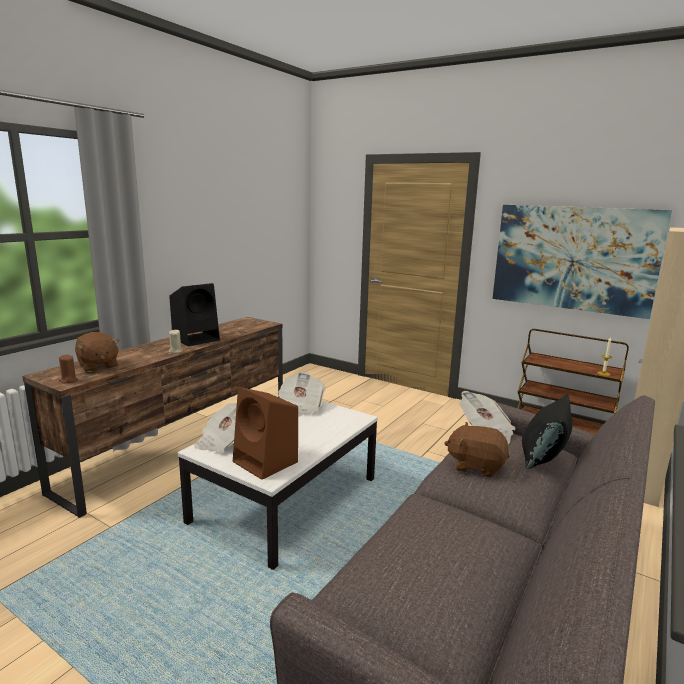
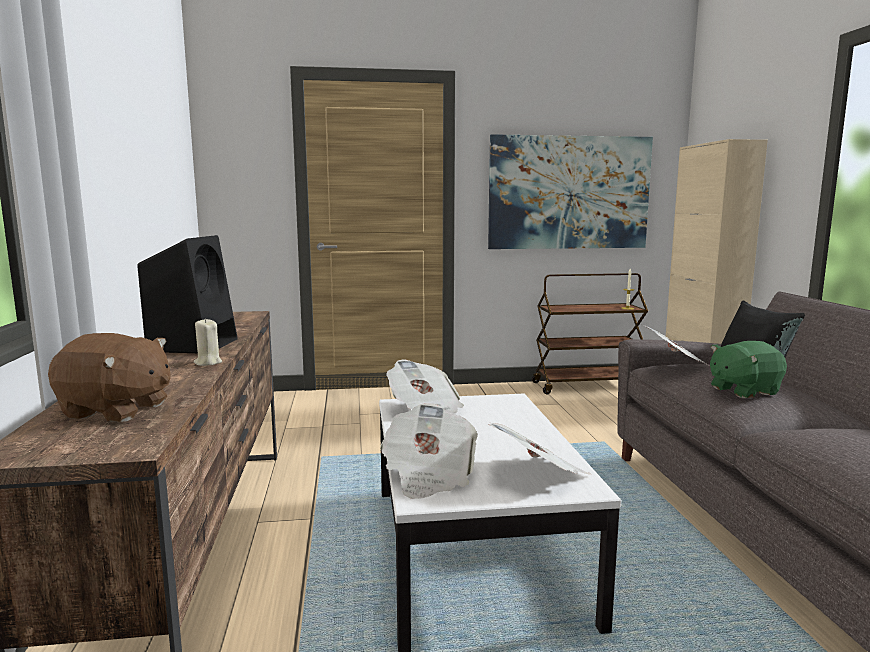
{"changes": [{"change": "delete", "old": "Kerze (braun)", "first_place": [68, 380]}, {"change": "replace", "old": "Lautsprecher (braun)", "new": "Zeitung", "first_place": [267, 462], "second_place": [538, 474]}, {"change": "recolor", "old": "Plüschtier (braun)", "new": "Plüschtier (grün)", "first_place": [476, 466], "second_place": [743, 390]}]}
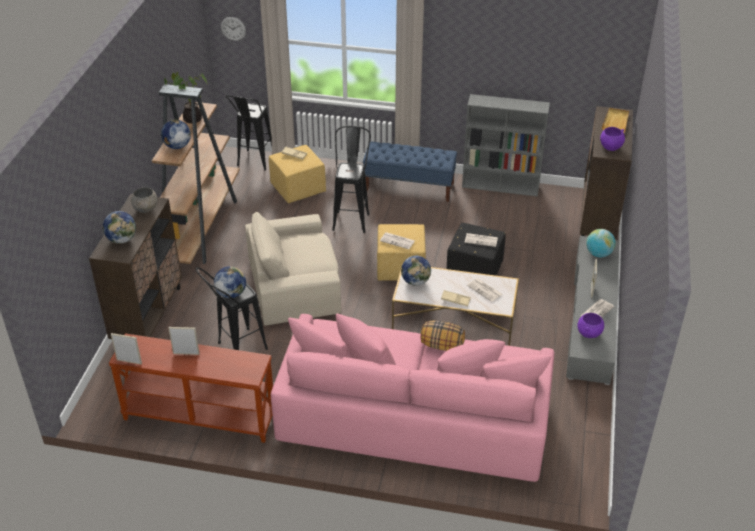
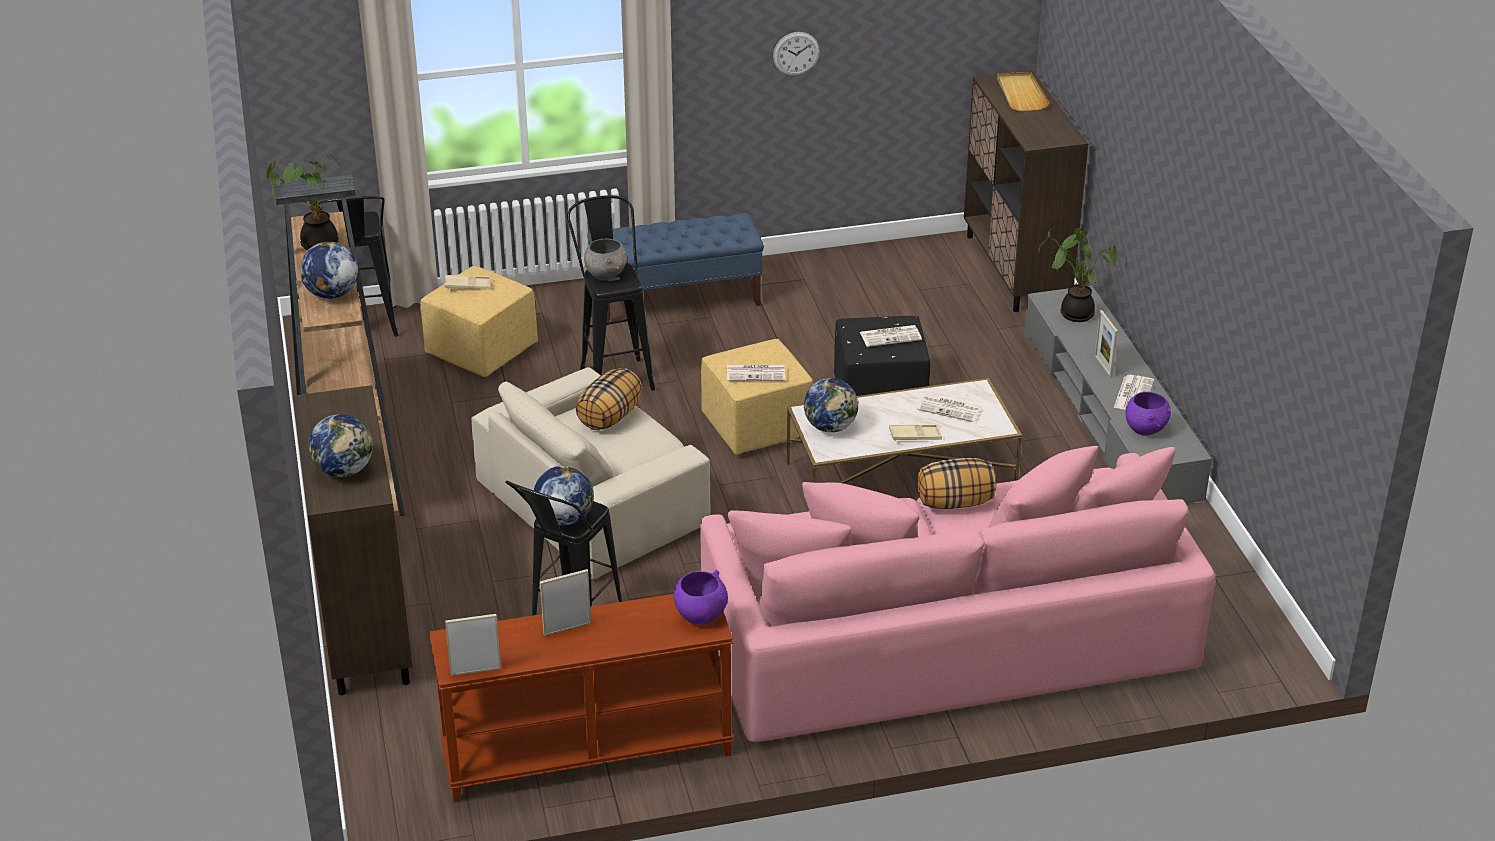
{"changes": [{"change": "move", "old": "Wanduhr", "first_place": [233, 28], "second_place": [796, 53]}, {"change": "delete", "old": "Bücherregal (grau)", "first_place": [501, 186]}, {"change": "move", "old": "Schüssel (lila)", "first_place": [610, 147], "second_place": [700, 615]}, {"change": "move", "old": "Schüssel (grau)", "first_place": [146, 209], "second_place": [606, 275]}, {"change": "replace", "old": "Globus", "new": "Topfpflanze", "first_place": [598, 254], "second_place": [1076, 312]}, {"change": "insert", "new": "Kissen", "second_place": [610, 417]}]}
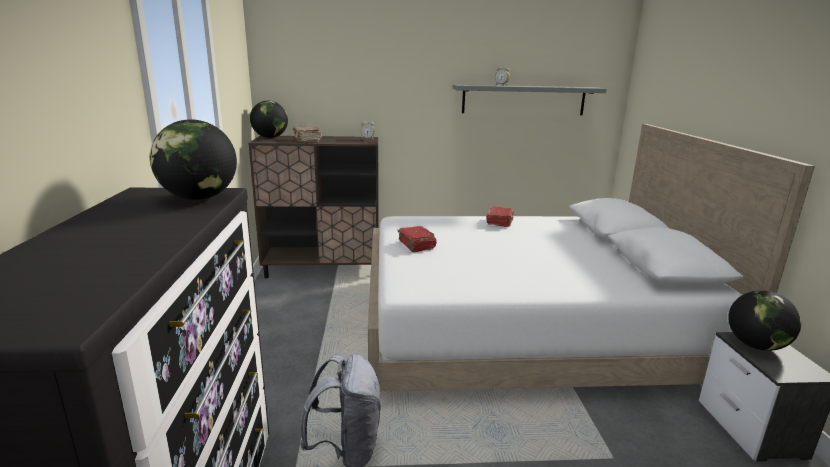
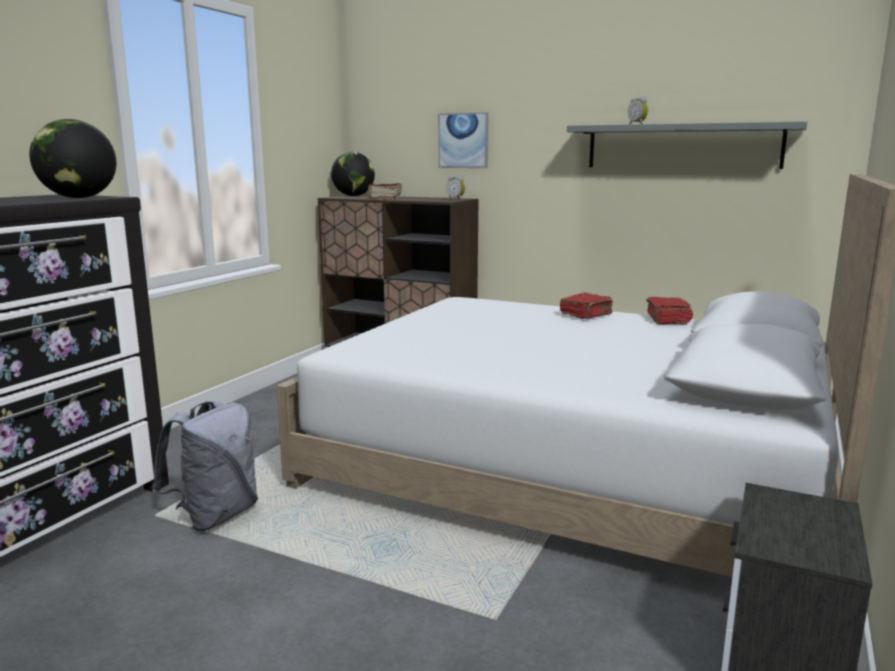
{"changes": [{"change": "move", "old": "Buch (rot)", "first_place": [416, 245], "second_place": [667, 319]}, {"change": "delete", "old": "Globus", "first_place": [755, 345]}, {"change": "insert", "new": "Bild", "second_place": [463, 140]}]}
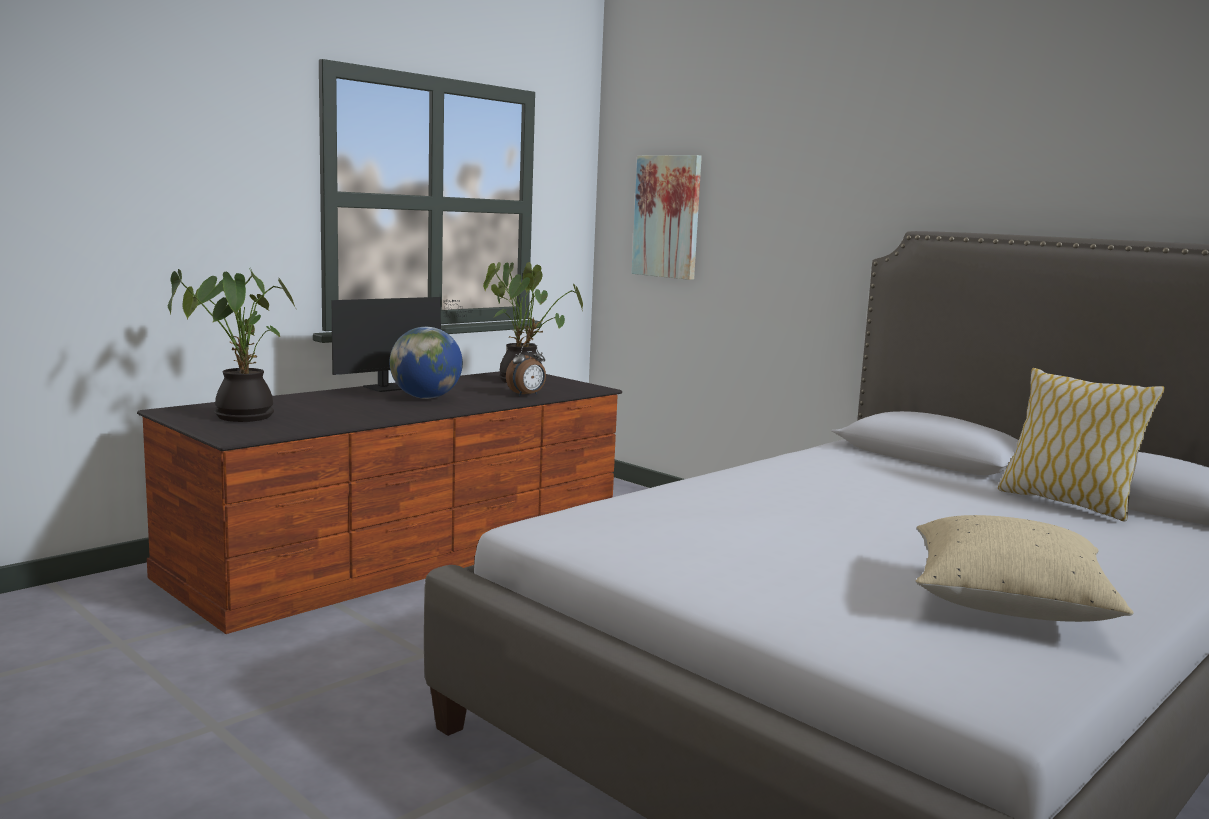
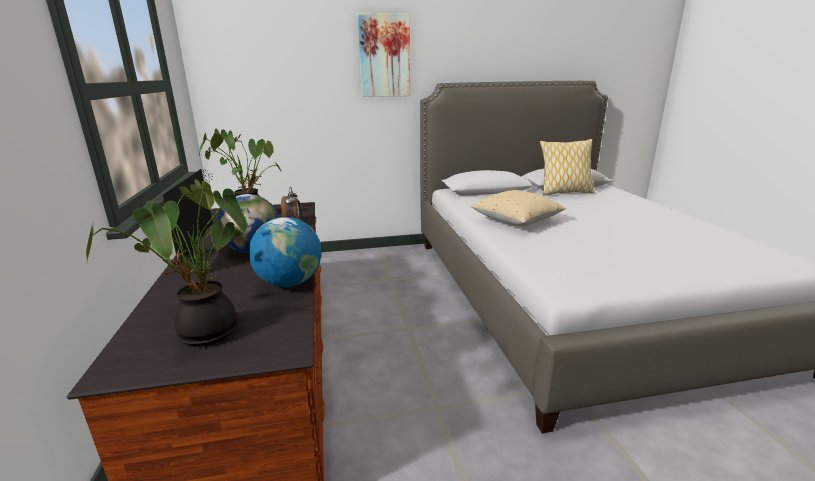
{"changes": [{"change": "move", "old": "Bild", "first_place": [667, 216], "second_place": [384, 56]}, {"change": "move", "old": "Kissen (beige)", "first_place": [1007, 604], "second_place": [516, 221]}, {"change": "insert", "new": "Globus", "second_place": [289, 283]}]}
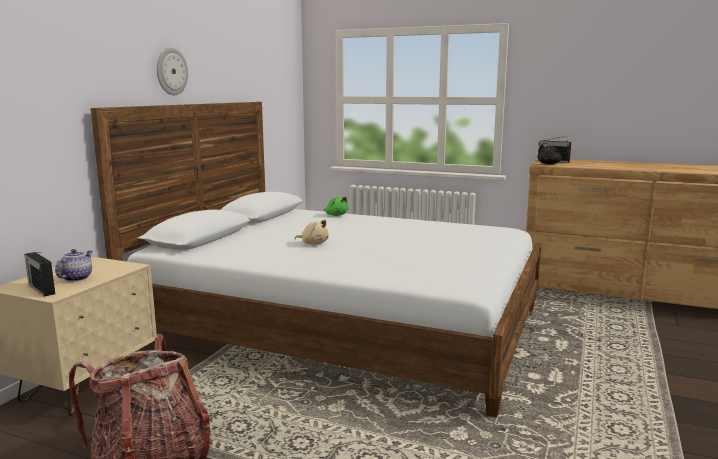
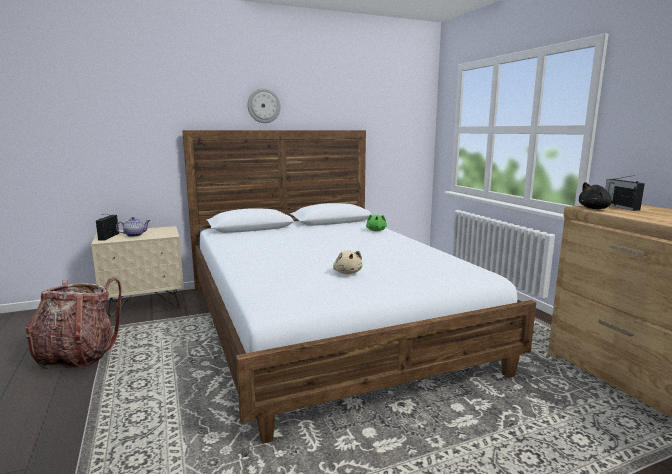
{"changes": [{"change": "move", "old": "Plüschtier (beige)", "first_place": [313, 243], "second_place": [347, 273]}]}
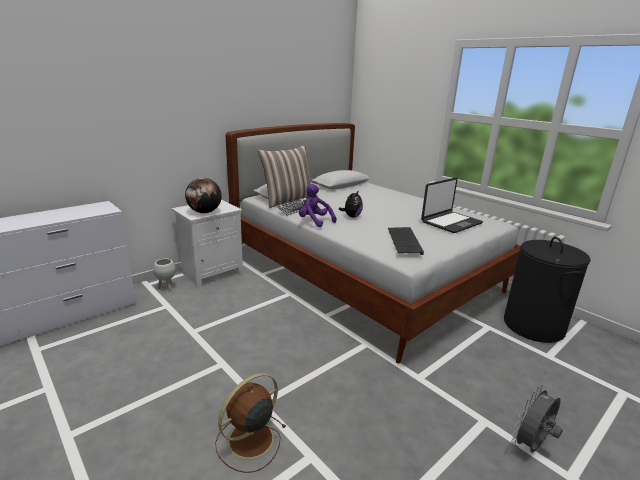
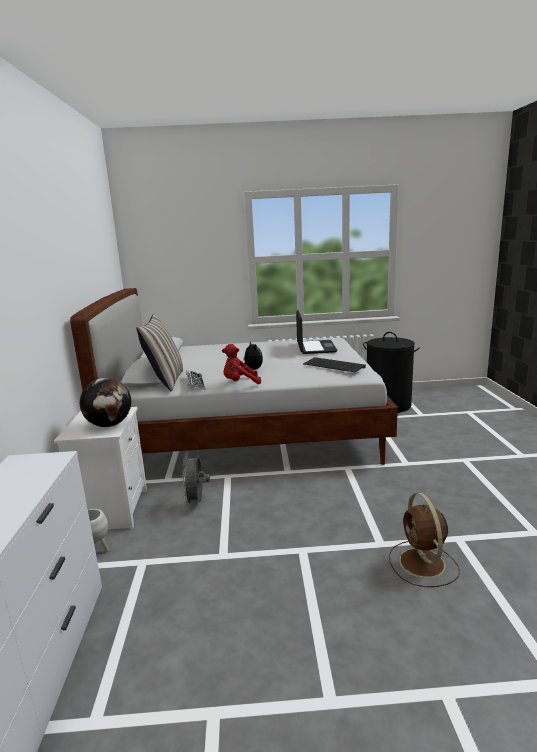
{"changes": [{"change": "recolor", "old": "Plüschtier (lila)", "new": "Plüschtier (rot)", "first_place": [314, 221], "second_place": [240, 383]}, {"change": "move", "old": "Ventilator (grau)", "first_place": [531, 446], "second_place": [196, 501]}]}
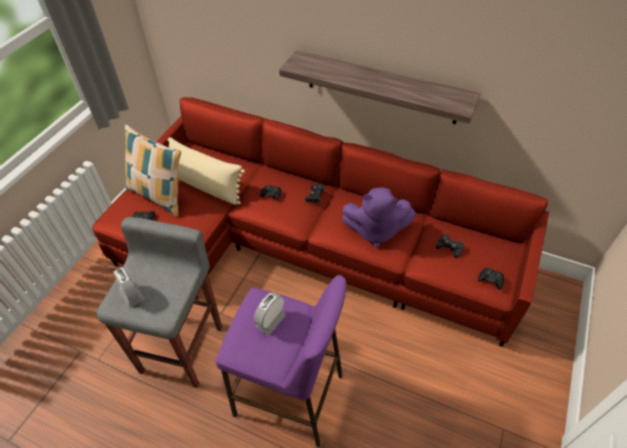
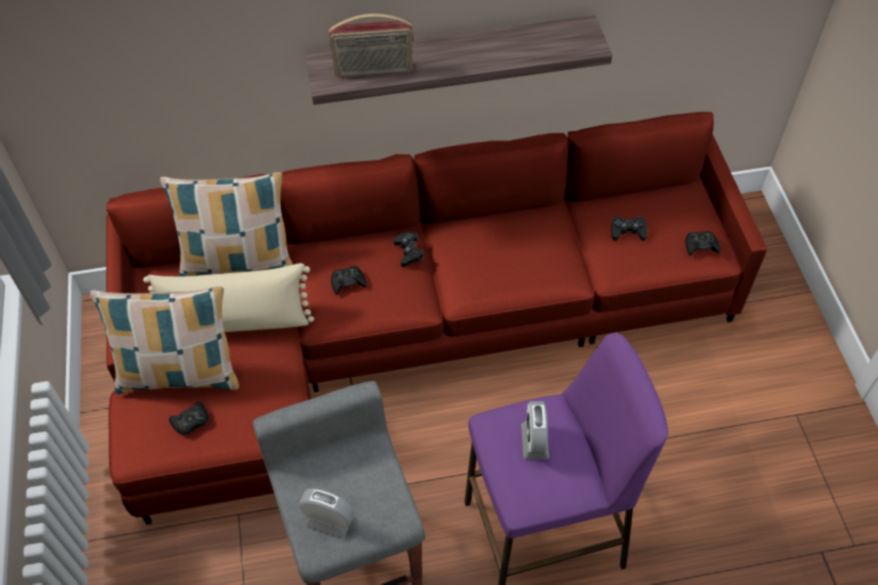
{"changes": [{"change": "delete", "old": "Plüschtier (lila)", "first_place": [375, 231]}, {"change": "insert", "new": "Radio", "second_place": [373, 70]}, {"change": "insert", "new": "Kissen", "second_place": [238, 262]}]}
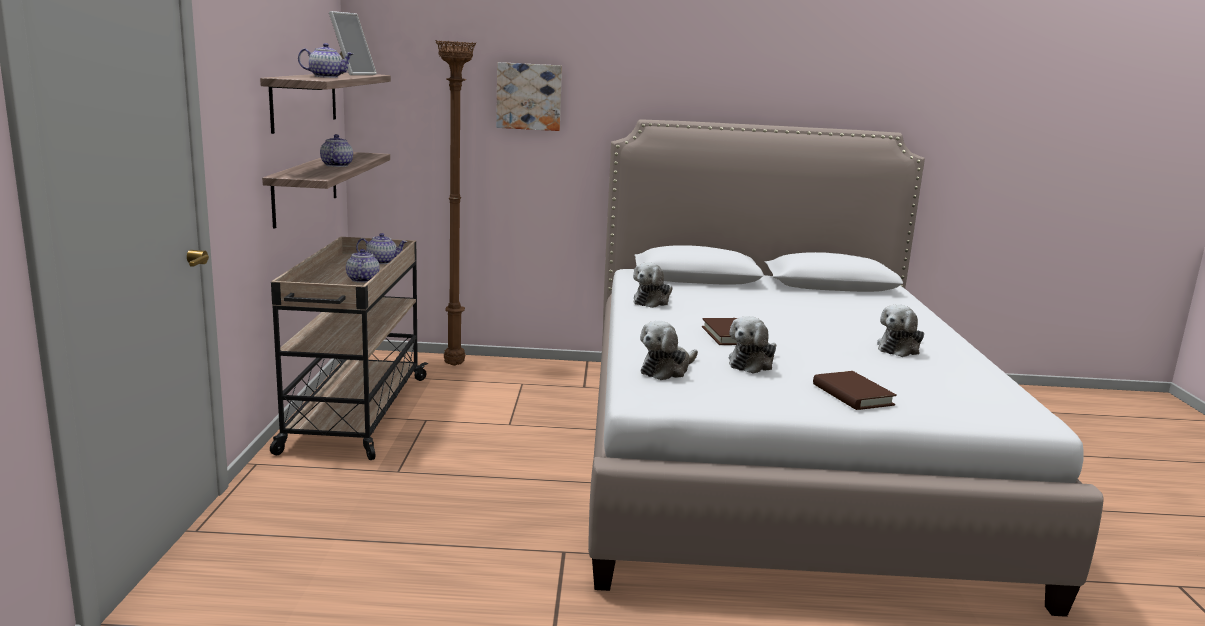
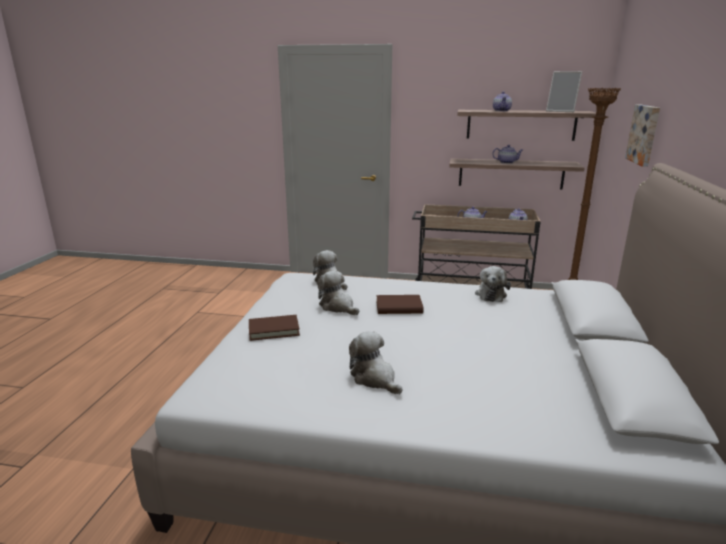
{"changes": [{"change": "rotate", "old": "Plüschtier", "first_place": [652, 301], "second_place": [491, 294], "degrees": -120}]}
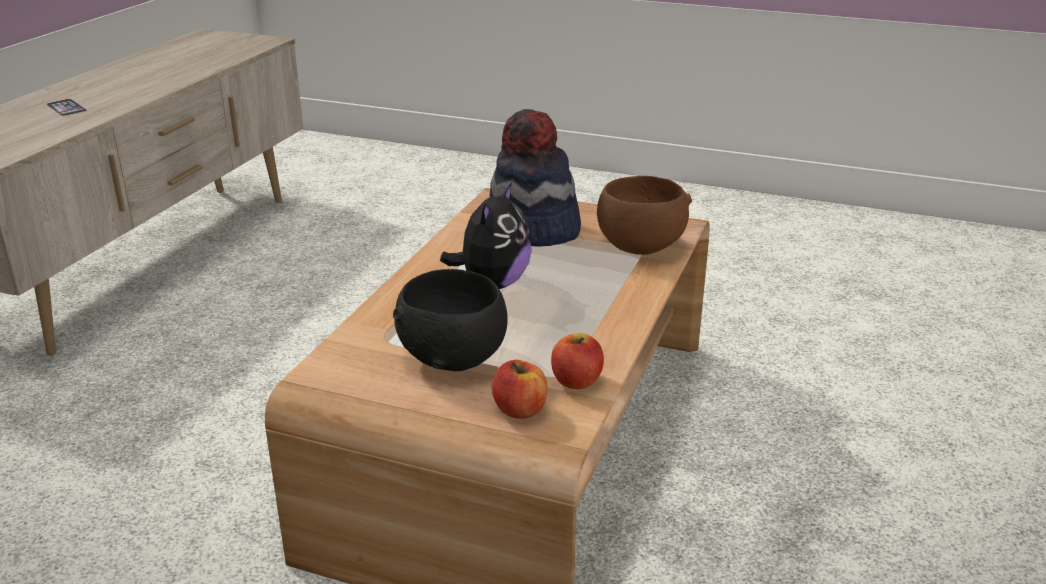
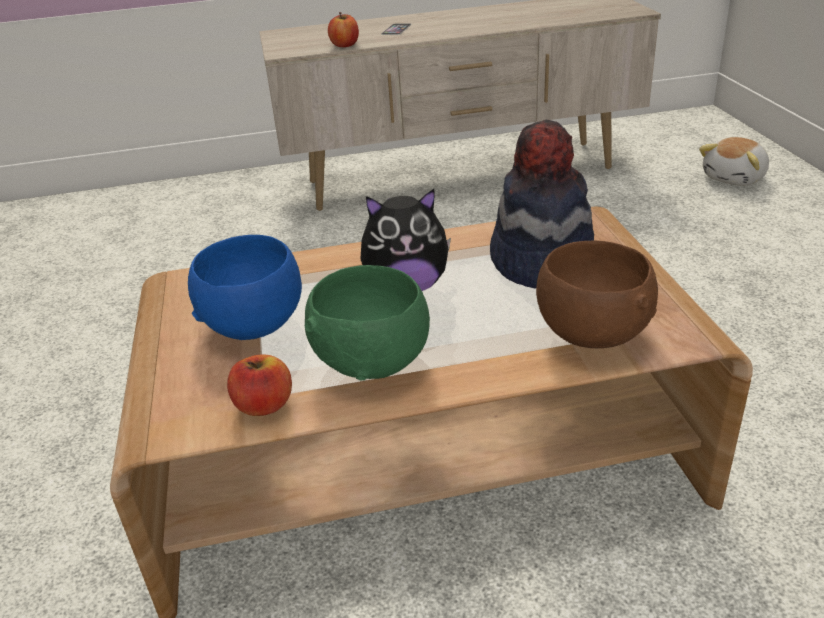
{"changes": [{"change": "recolor", "old": "Schüssel (schwarz)", "new": "Schüssel (blau)", "first_place": [454, 358], "second_place": [255, 325]}, {"change": "move", "old": "Apfel", "first_place": [520, 410], "second_place": [345, 45]}, {"change": "insert", "new": "Plüschtier", "second_place": [735, 178]}, {"change": "insert", "new": "Schüssel (grün)", "second_place": [374, 361]}]}
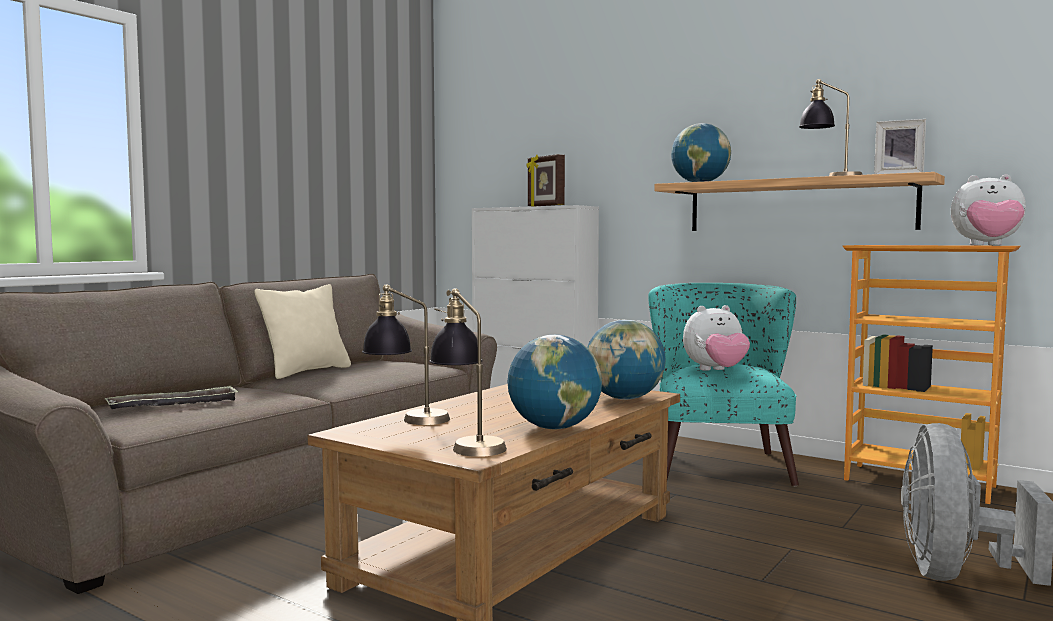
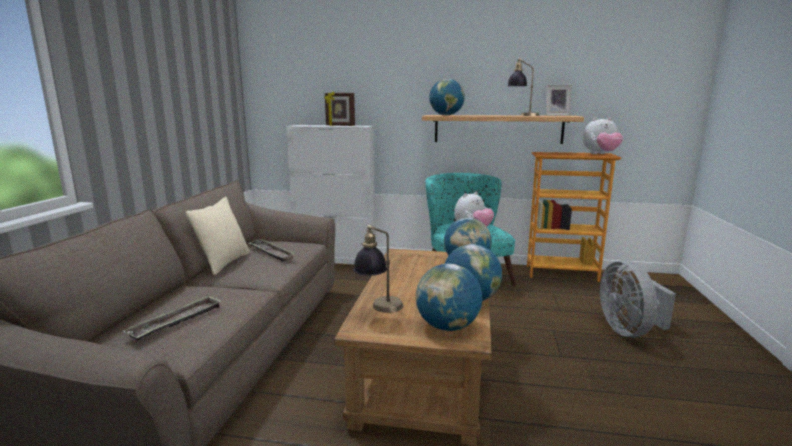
{"changes": [{"change": "replace", "old": "Tischlampe", "new": "Globus", "first_place": [467, 444], "second_place": [447, 326]}, {"change": "insert", "new": "Tablett", "second_place": [271, 253]}]}
